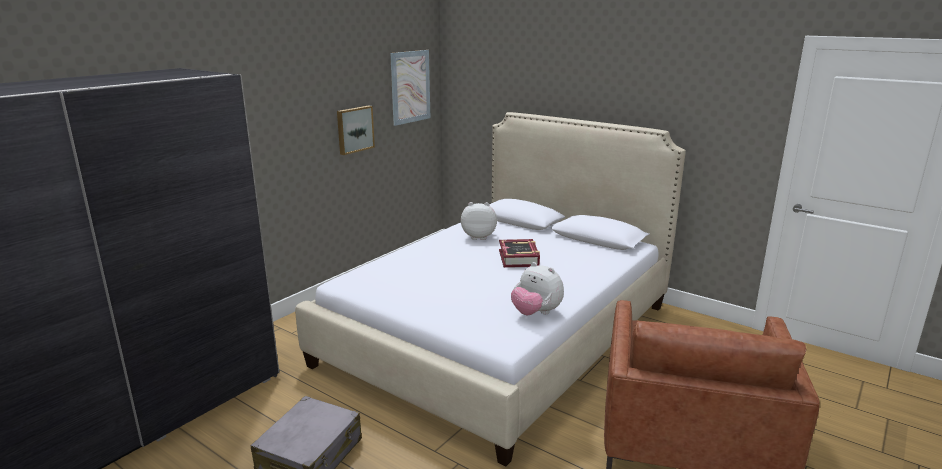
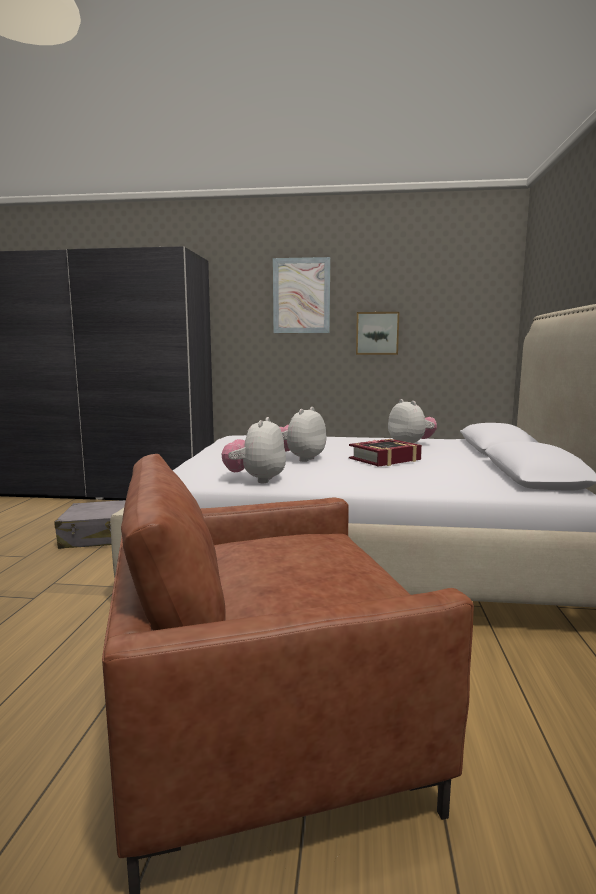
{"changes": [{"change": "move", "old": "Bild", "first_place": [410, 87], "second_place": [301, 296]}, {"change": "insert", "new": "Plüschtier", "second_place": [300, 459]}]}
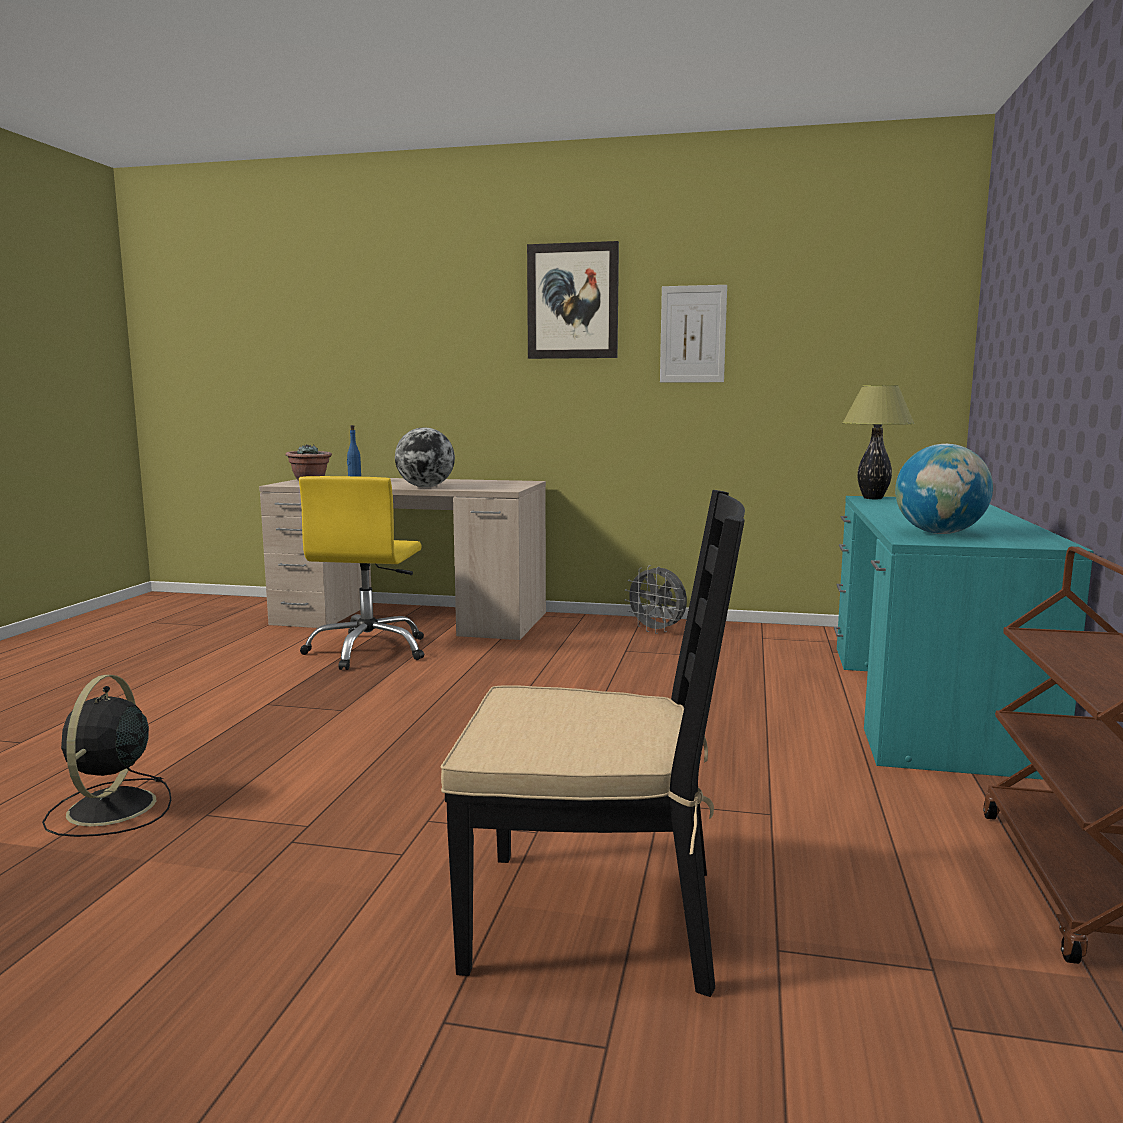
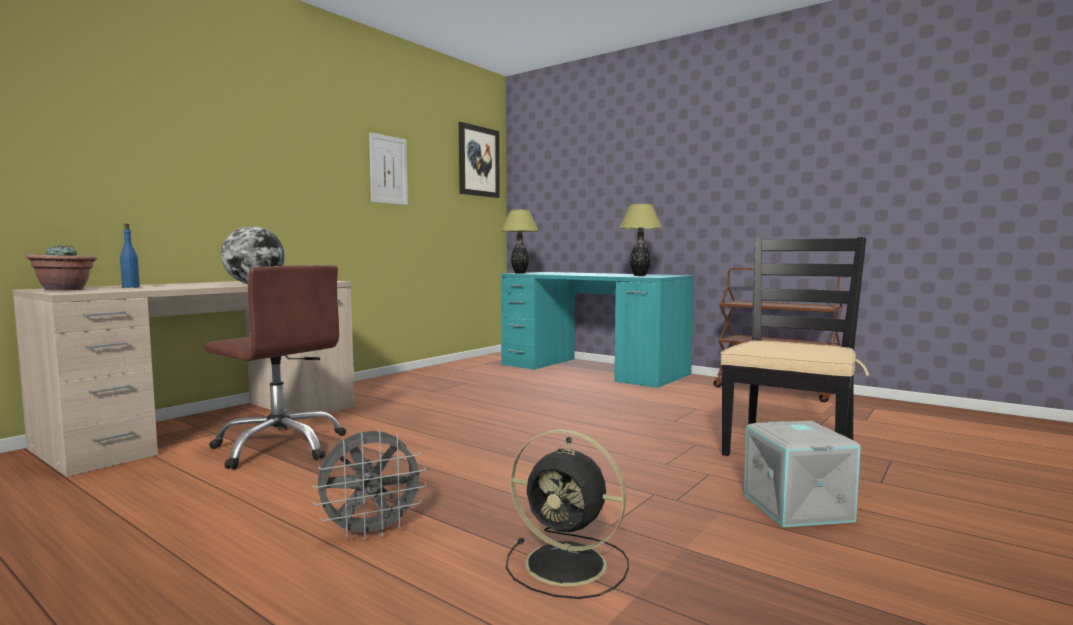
{"changes": [{"change": "move", "old": "Bild", "first_place": [572, 301], "second_place": [478, 161]}, {"change": "replace", "old": "Globus", "new": "Tischlampe", "first_place": [939, 533], "second_place": [640, 275]}, {"change": "recolor", "old": "Bürostuhl (gelb)", "new": "Bürostuhl (braun)", "first_place": [369, 651], "second_place": [280, 446]}, {"change": "move", "old": "Ventilator (grau)", "first_place": [657, 631], "second_place": [371, 532]}, {"change": "insert", "new": "Aufbewahrungsbox (grau)", "second_place": [799, 508]}]}
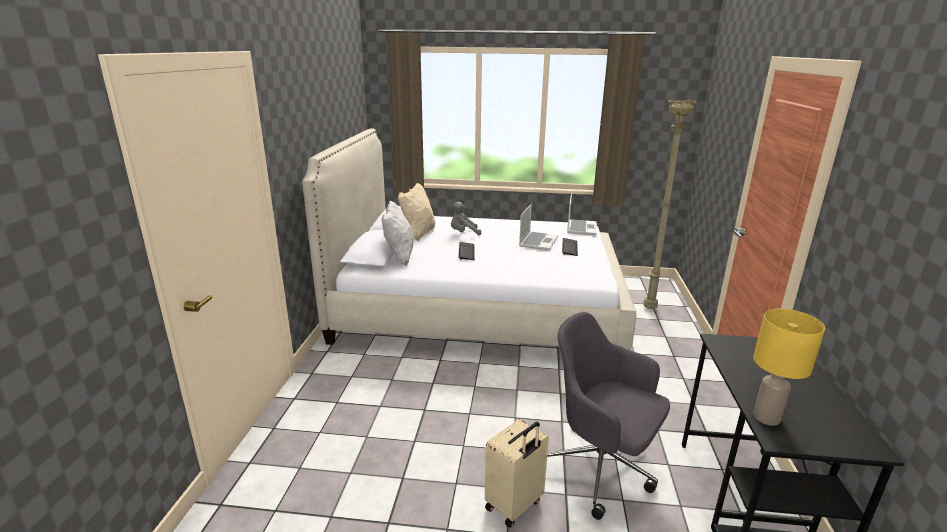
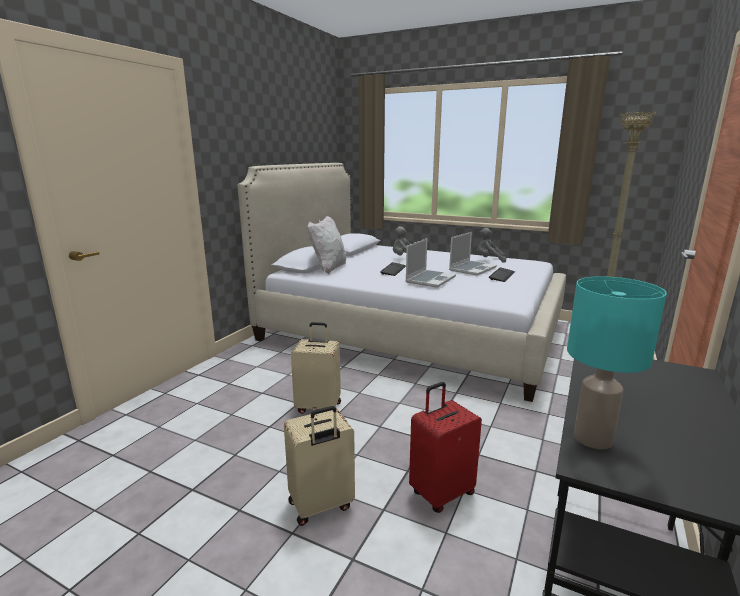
{"changes": [{"change": "delete", "old": "Kissen (beige)", "first_place": [418, 234]}, {"change": "move", "old": "Laptop", "first_place": [581, 228], "second_place": [430, 279]}, {"change": "recolor", "old": "Tischlampe (gelb)", "new": "Tischlampe (türkis)", "first_place": [766, 418], "second_place": [592, 439]}, {"change": "replace", "old": "Bürostuhl (grau)", "new": "Koffer (rot)", "first_place": [600, 467], "second_place": [441, 493]}, {"change": "insert", "new": "Plüschtier (grau)", "second_place": [489, 260]}, {"change": "insert", "new": "Koffer (beige)", "second_place": [319, 407]}]}
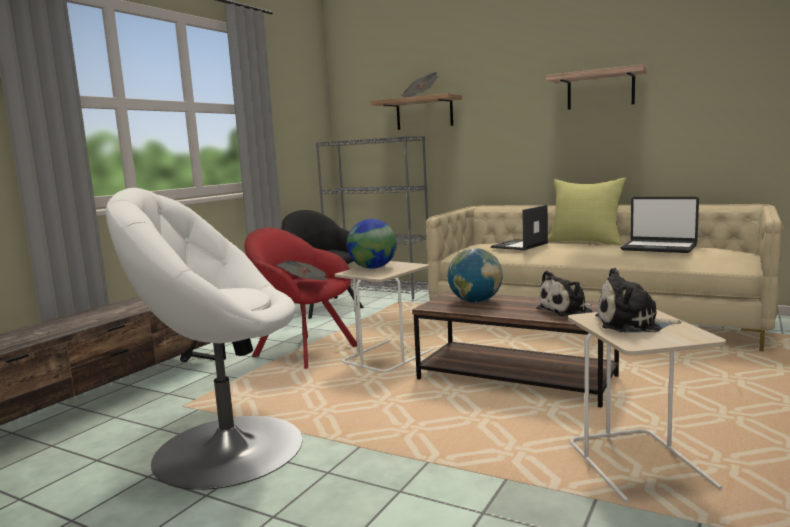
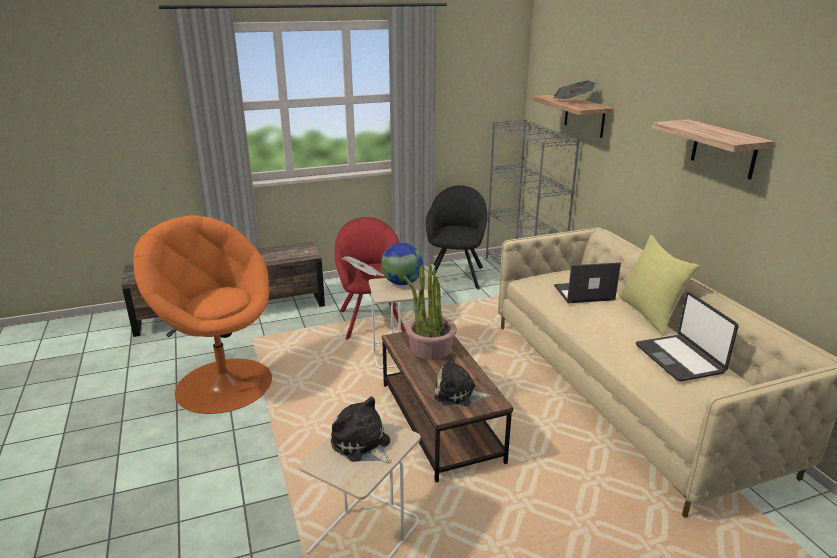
{"changes": [{"change": "recolor", "old": "Sessel (weiß)", "new": "Sessel (orange)", "first_place": [226, 448], "second_place": [223, 383]}, {"change": "replace", "old": "Globus", "new": "Topfpflanze", "first_place": [475, 302], "second_place": [430, 348]}]}
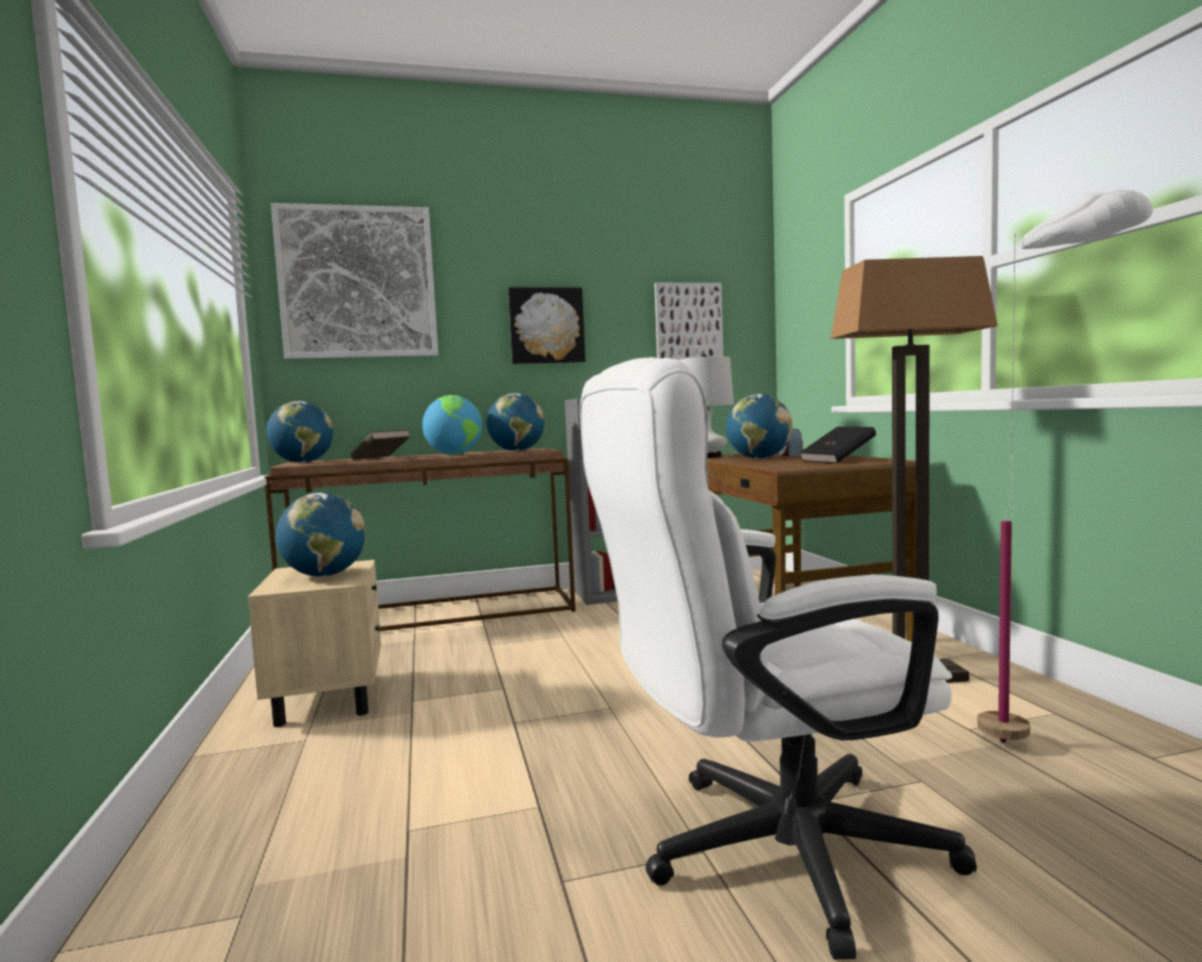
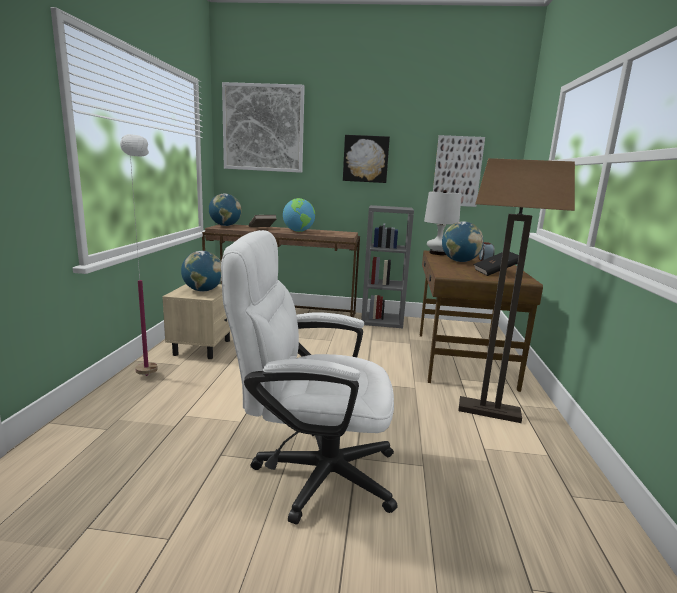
{"changes": [{"change": "move", "old": "Stehlampe (weiß)", "first_place": [1050, 753], "second_place": [150, 383]}, {"change": "delete", "old": "Globus", "first_place": [517, 451]}]}
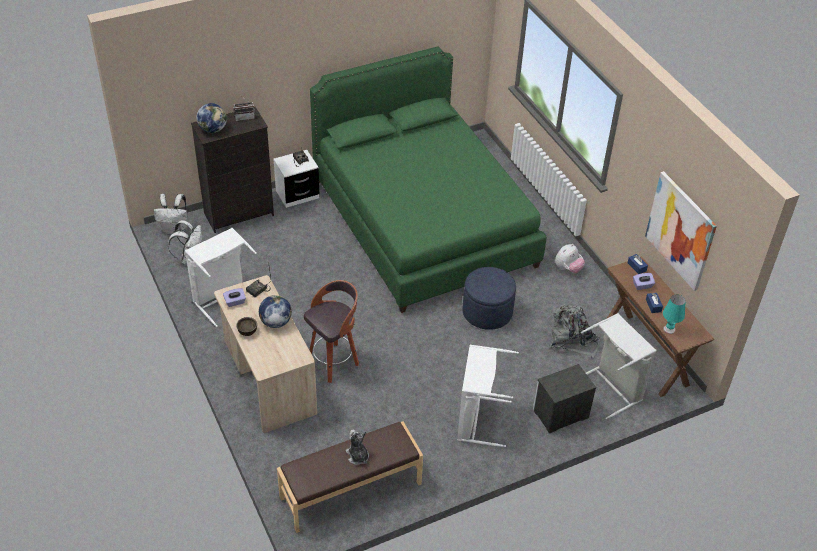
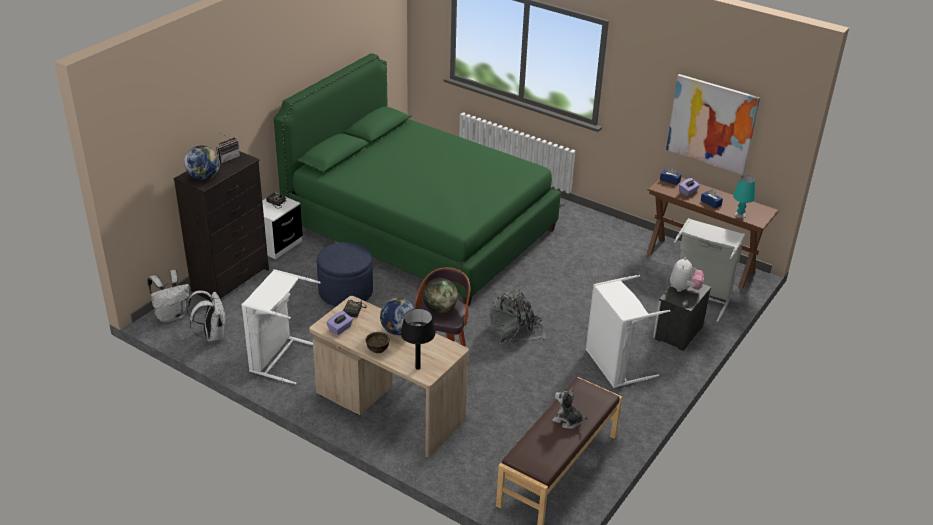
{"changes": [{"change": "move", "old": "Plüschtier", "first_place": [568, 269], "second_place": [684, 289]}, {"change": "move", "old": "Polsterhocker (blau)", "first_place": [487, 312], "second_place": [345, 292]}, {"change": "move", "old": "Rucksack (grau)", "first_place": [572, 340], "second_place": [515, 331]}, {"change": "insert", "new": "Globus", "second_place": [439, 309]}, {"change": "insert", "new": "Tischlampe (schwarz)", "second_place": [418, 368]}]}
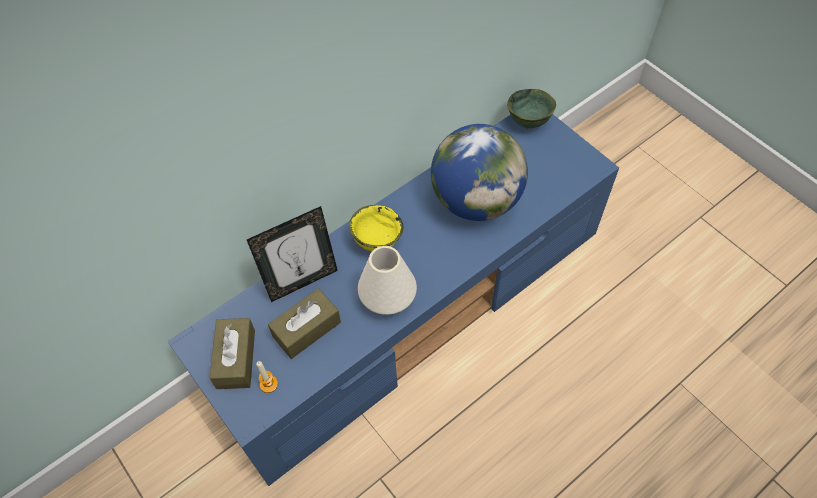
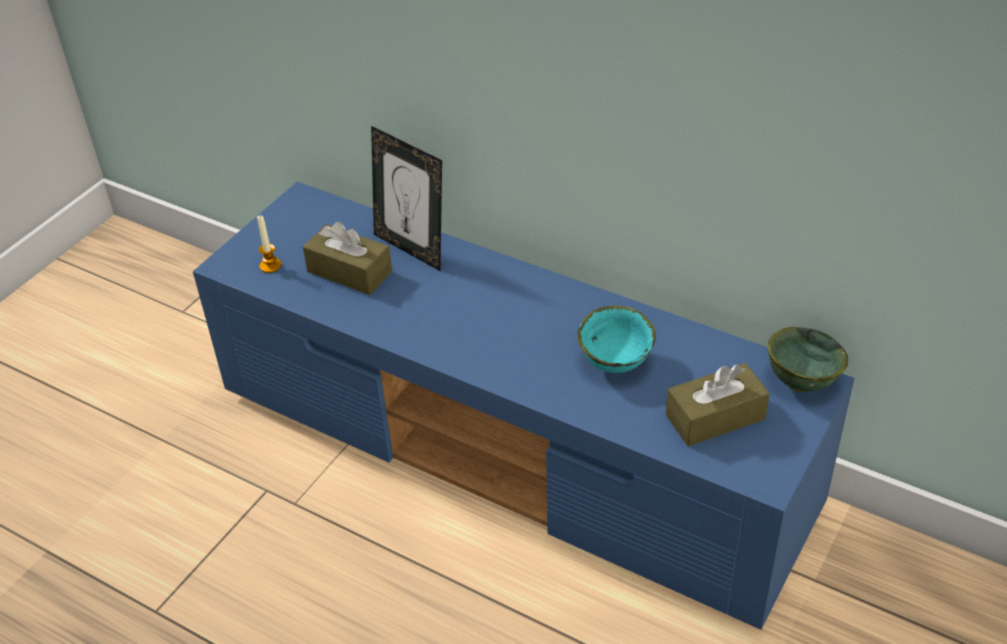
{"changes": [{"change": "replace", "old": "Globus", "new": "Schüssel (türkis)", "first_place": [475, 200], "second_place": [616, 363]}, {"change": "delete", "old": "Schüssel (gelb)", "first_place": [376, 241]}, {"change": "delete", "old": "Vase (weiß)", "first_place": [388, 298]}, {"change": "move", "old": "Taschentuchbox (braun)", "first_place": [236, 359], "second_place": [715, 417]}]}
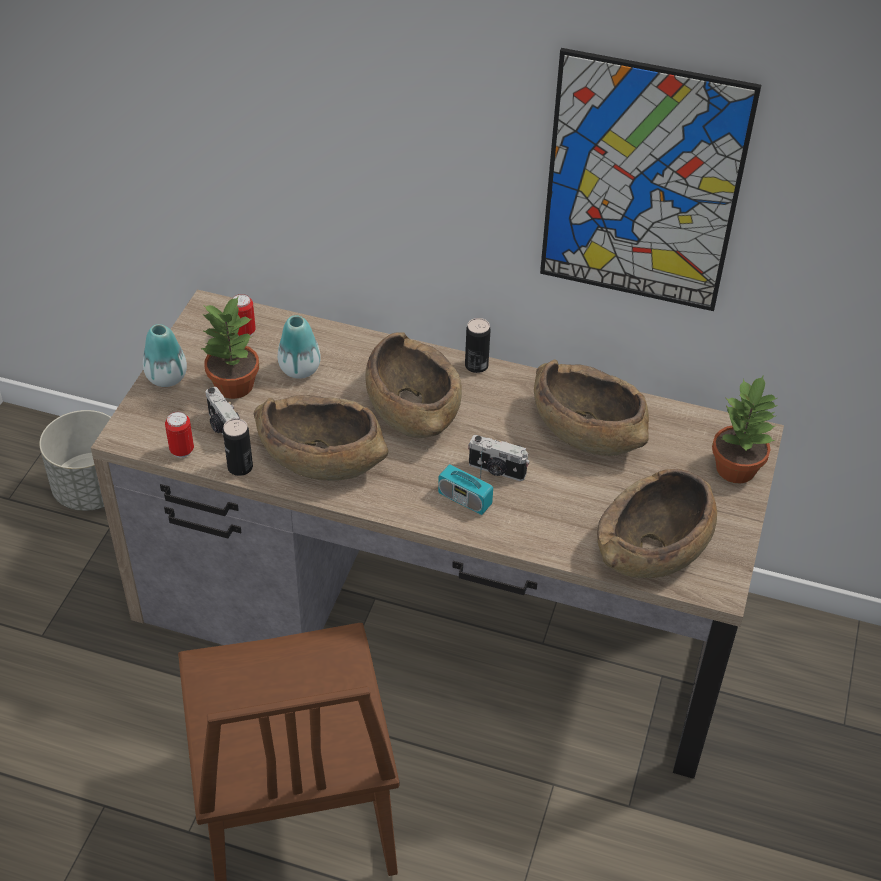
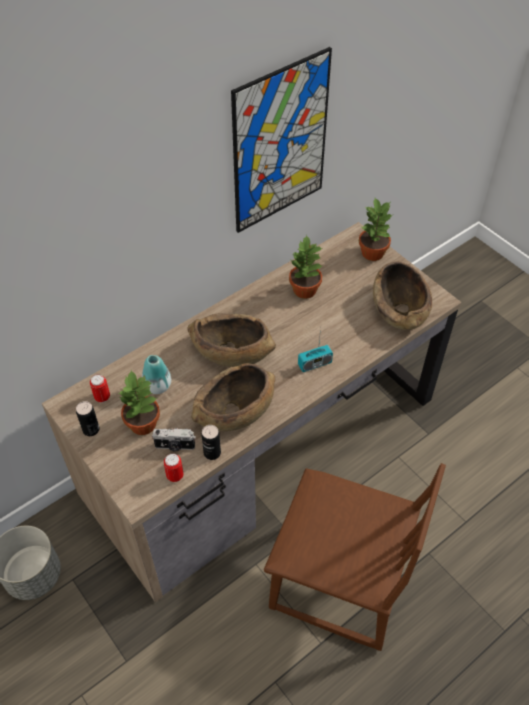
{"changes": [{"change": "move", "old": "Dose", "first_place": [476, 365], "second_place": [91, 429]}, {"change": "delete", "old": "Vase", "first_place": [167, 377]}, {"change": "replace", "old": "Schüssel (braun)", "new": "Topfpflanze", "first_place": [586, 428], "second_place": [304, 290]}, {"change": "delete", "old": "Kamera", "first_place": [496, 470]}]}
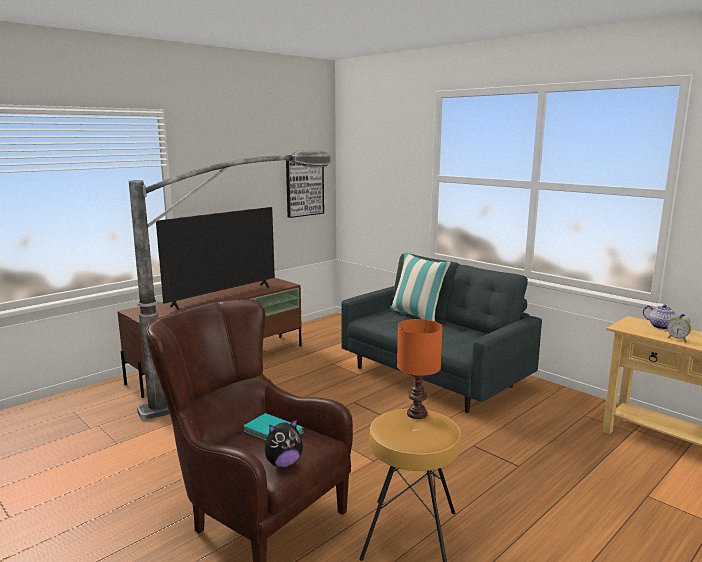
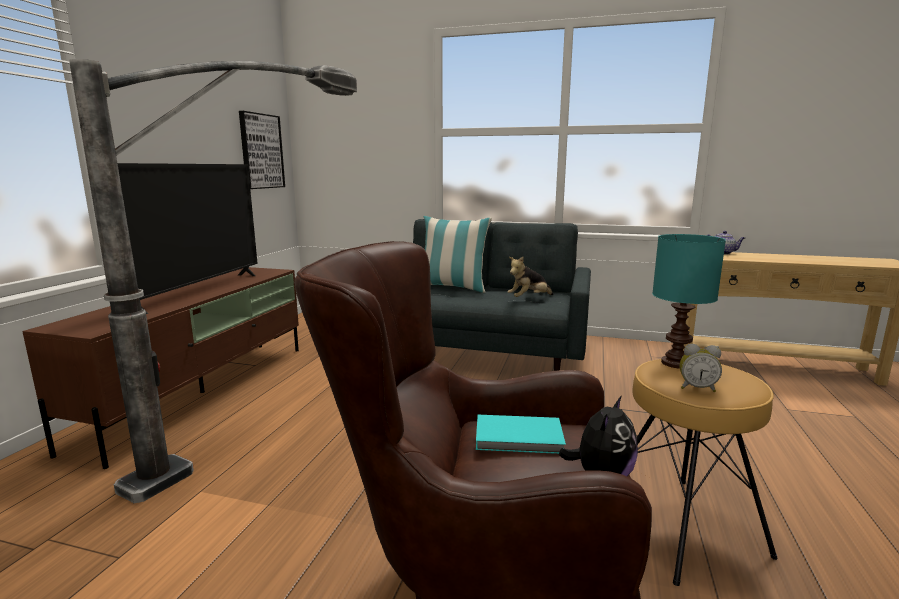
{"changes": [{"change": "move", "old": "Wecker", "first_place": [677, 339], "second_place": [697, 388]}, {"change": "recolor", "old": "Tischlampe (orange)", "new": "Tischlampe (türkis)", "first_place": [417, 413], "second_place": [676, 363]}, {"change": "insert", "new": "Plüschtier", "second_place": [529, 299]}]}
